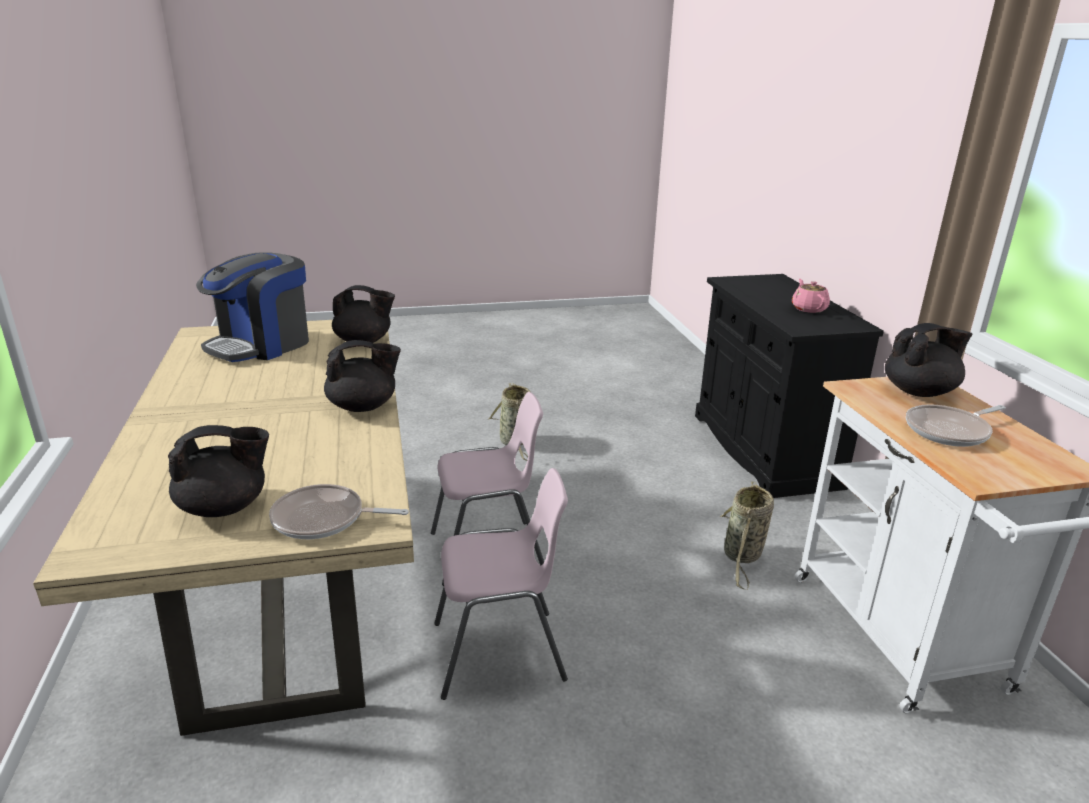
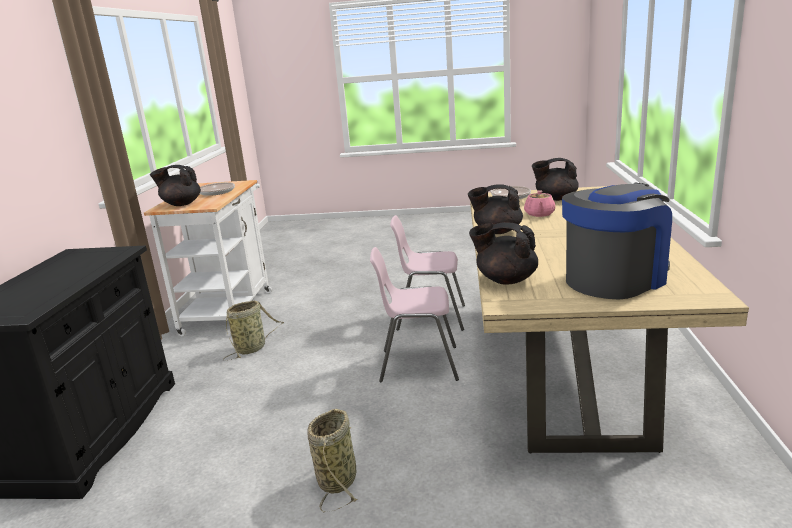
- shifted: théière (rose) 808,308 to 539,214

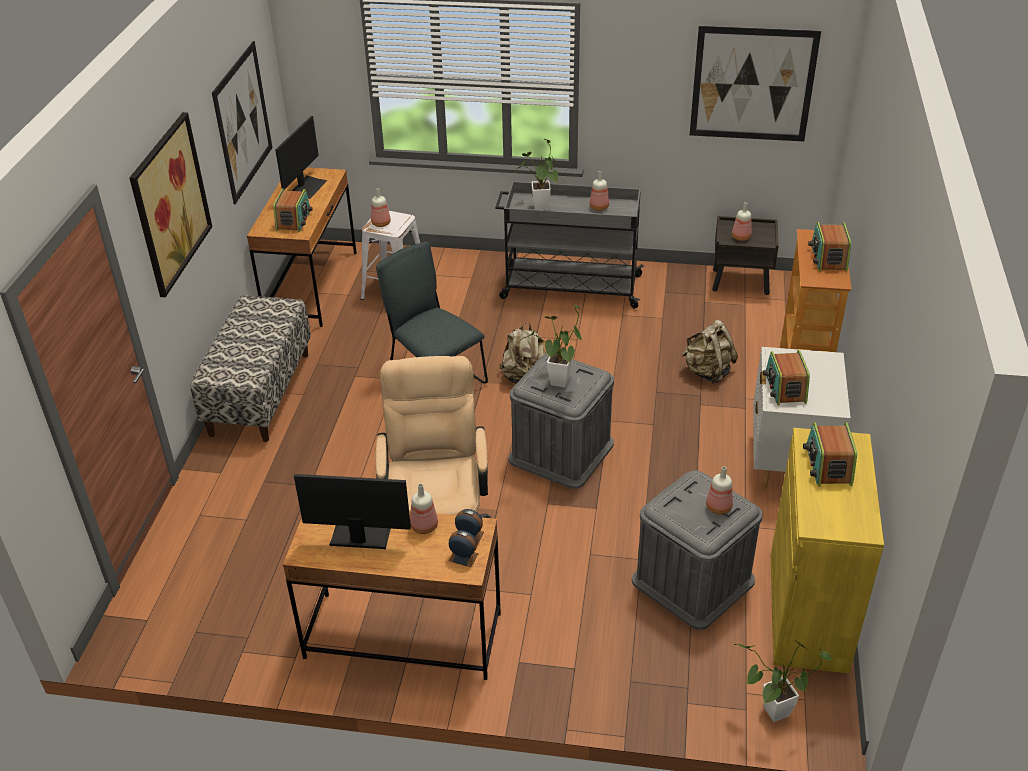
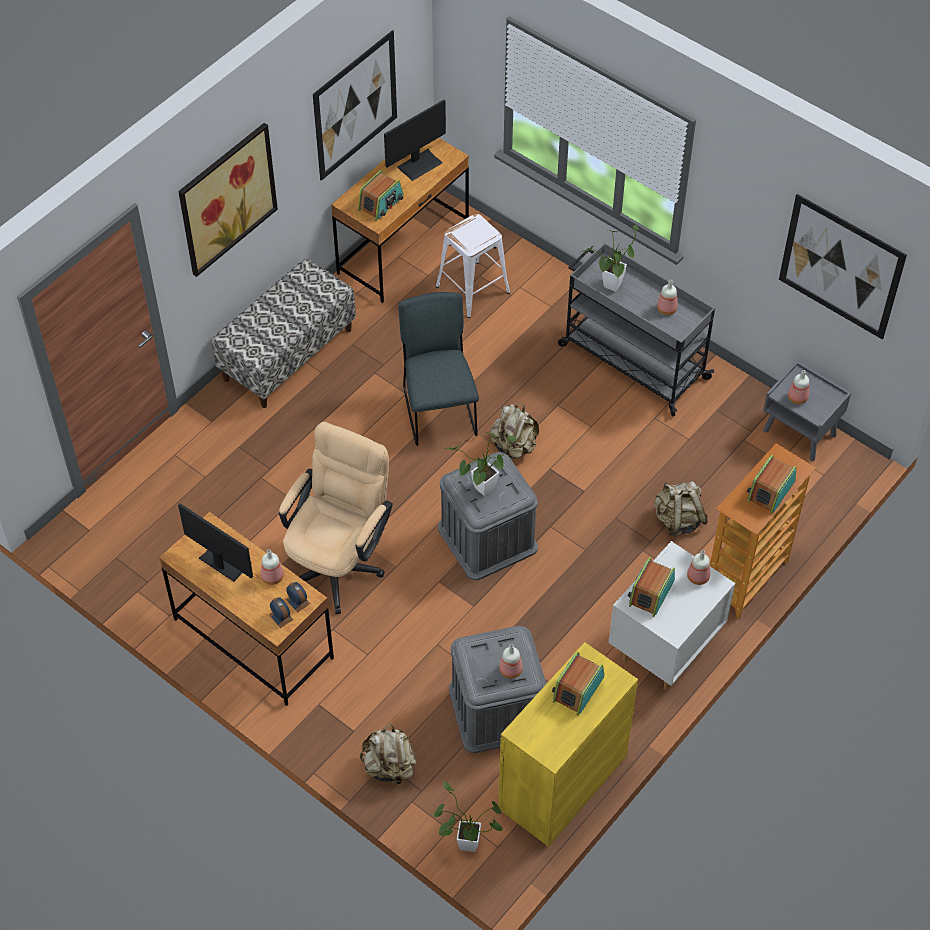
- new: sac à dos (beige) 389,767
- shifted: bouteille 380,223 to 697,576
- repainted: table de chevet (marron) 741,282 to table de chevet (gris) 800,433

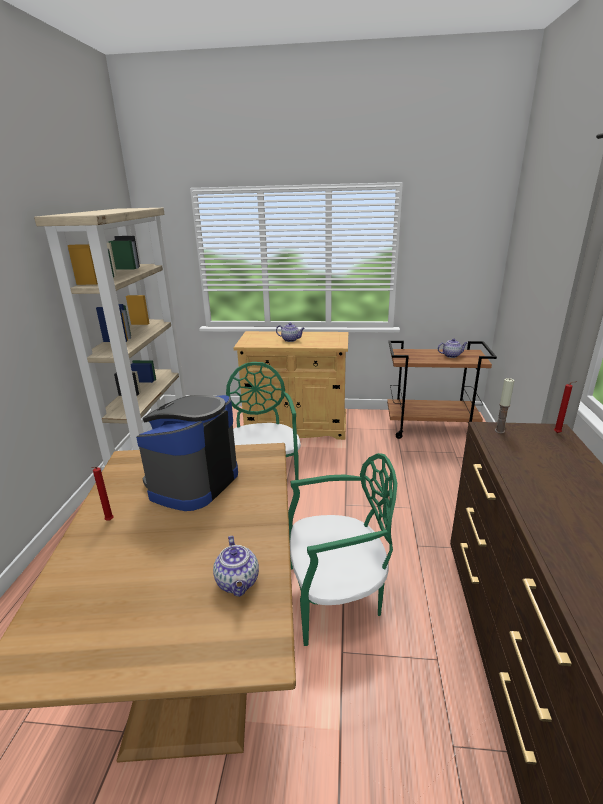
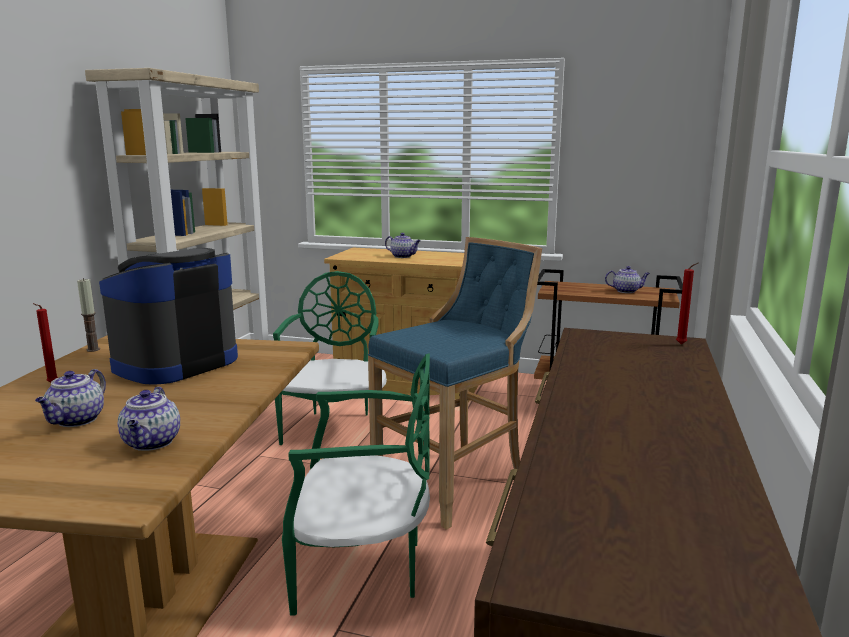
- new: théière 76,420
- new: tabouret (bleu) 455,481
- shifted: bougie 499,431 to 93,349

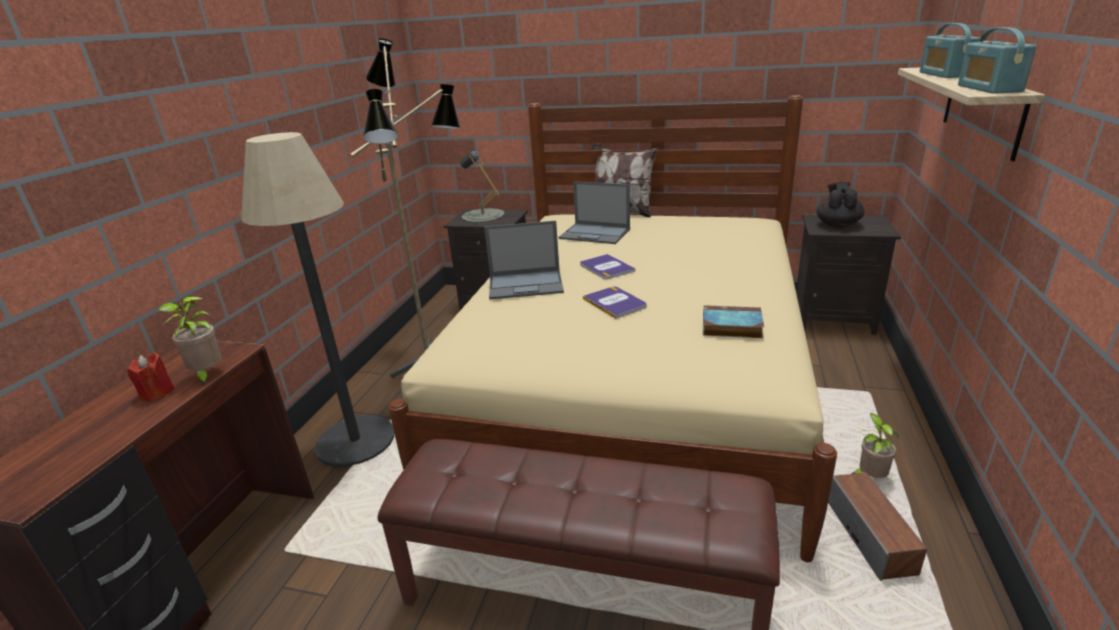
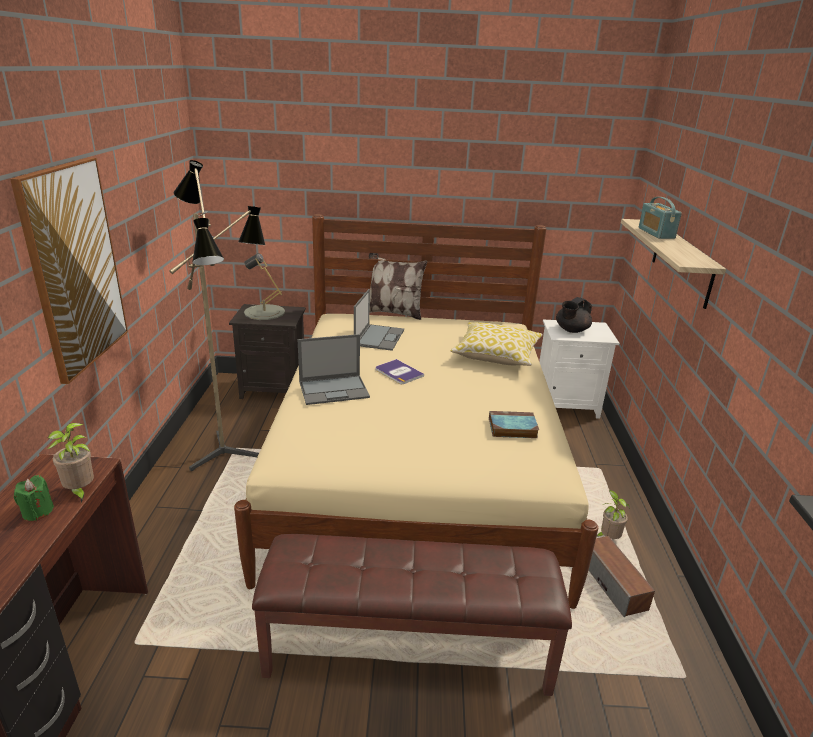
- gone: lampadaire 356,441
- gone: livre 615,303
- gone: radio 988,89
- new: tableau 74,268
- new: coussin 496,355
- repainted: bougie (rouge) 157,393 to bougie (vert) 37,512
- repainted: table de chevet (noir) 834,318 to table de chevet (blanc) 566,404
- rotated: ordinateur portable 595,234 = 379,337 90 degrees counterclockwise
- rotated: théière (noir) 837,224 = 571,330 135 degrees counterclockwise

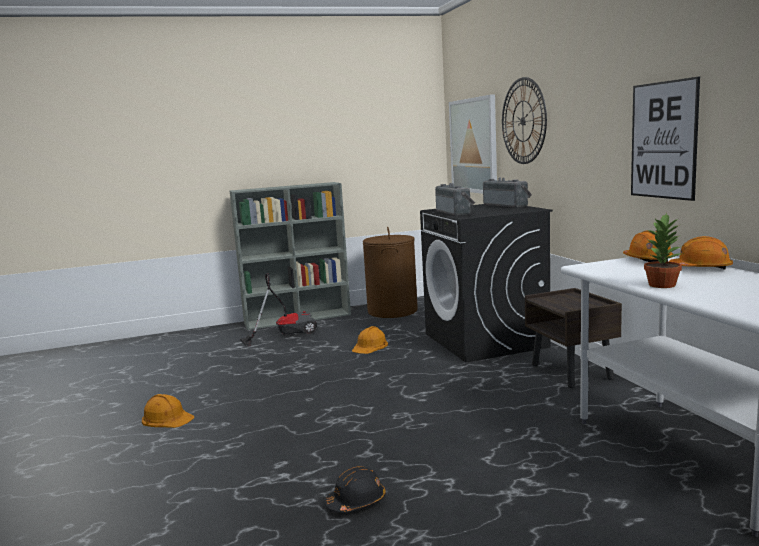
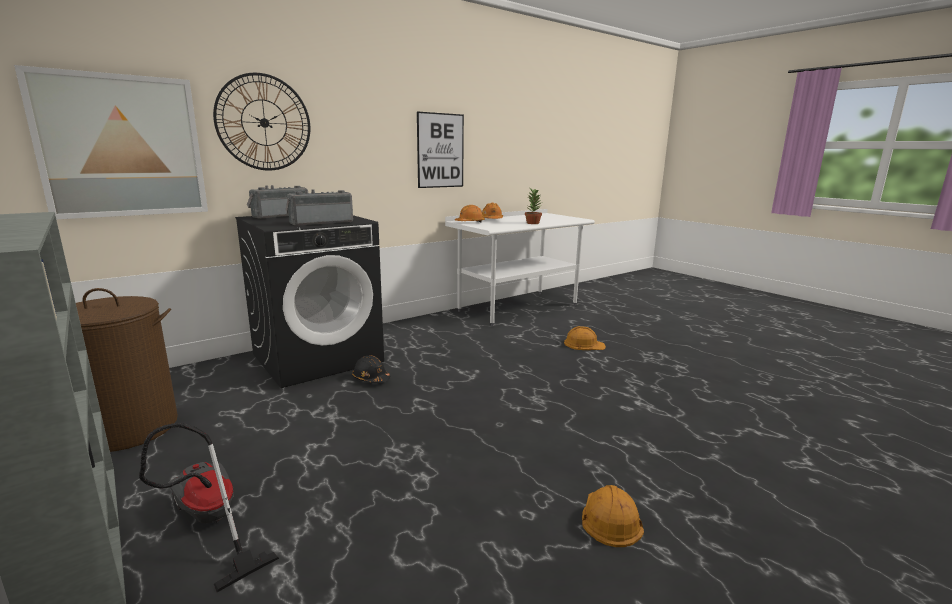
- gone: table de chevet (marron) 572,372
- shifted: casque de chantier (noir) 356,502 to 371,378
- shifted: casque de chantier (orange) 370,346 to 584,344

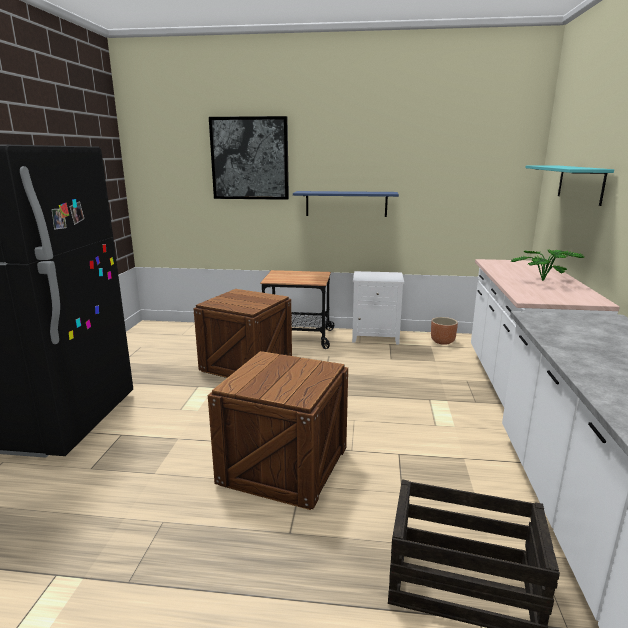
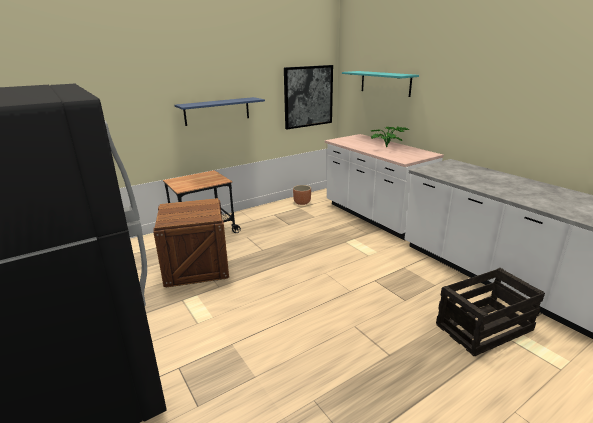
- gone: caisse 284,467
- gone: table de chevet (blanc) 376,336
- shifted: tableau 249,158 to 308,96

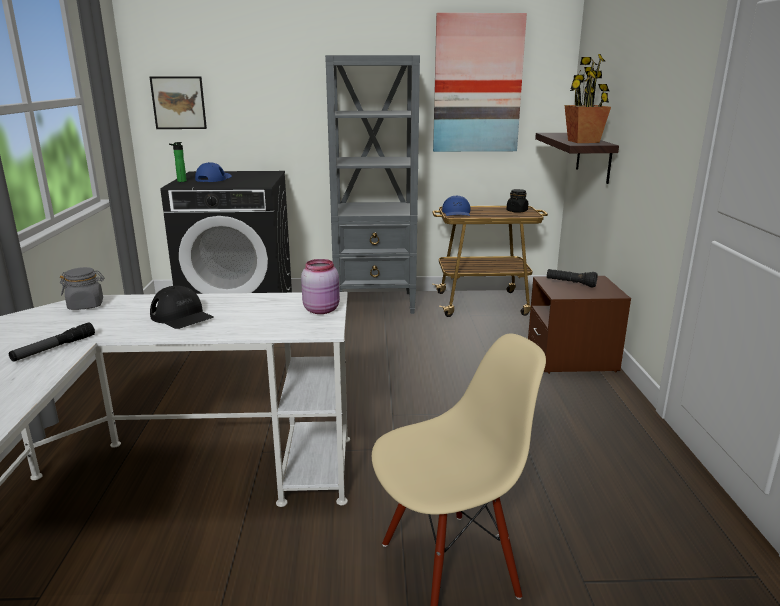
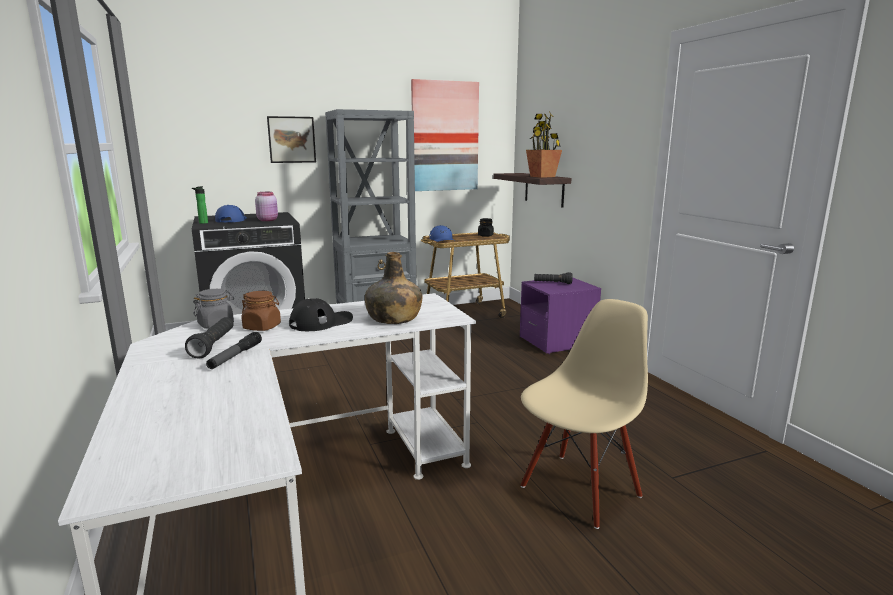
- new: lampe de poche (noir) 213,345
- new: bocal (marron) 262,327
- new: bouteille (vert) 393,318
- shifted: tableau 178,103 to 291,139
- shifted: bocal (rose) 322,309 to 268,220
- repainted: table de chevet (marron) 571,358 to table de chevet (violet) 557,341
- rotated: casquette (noir) 182,316 = 321,322 60 degrees counterclockwise

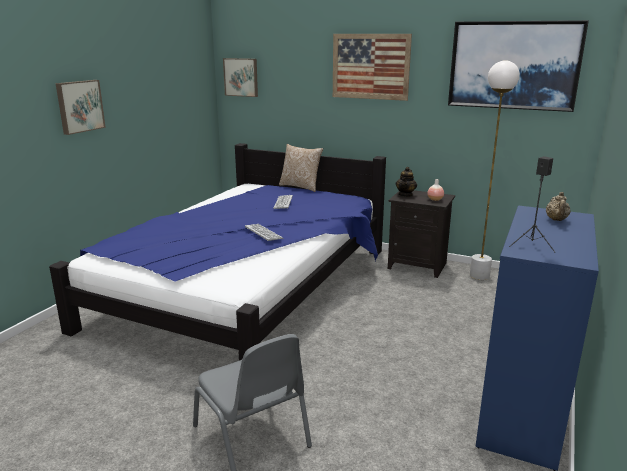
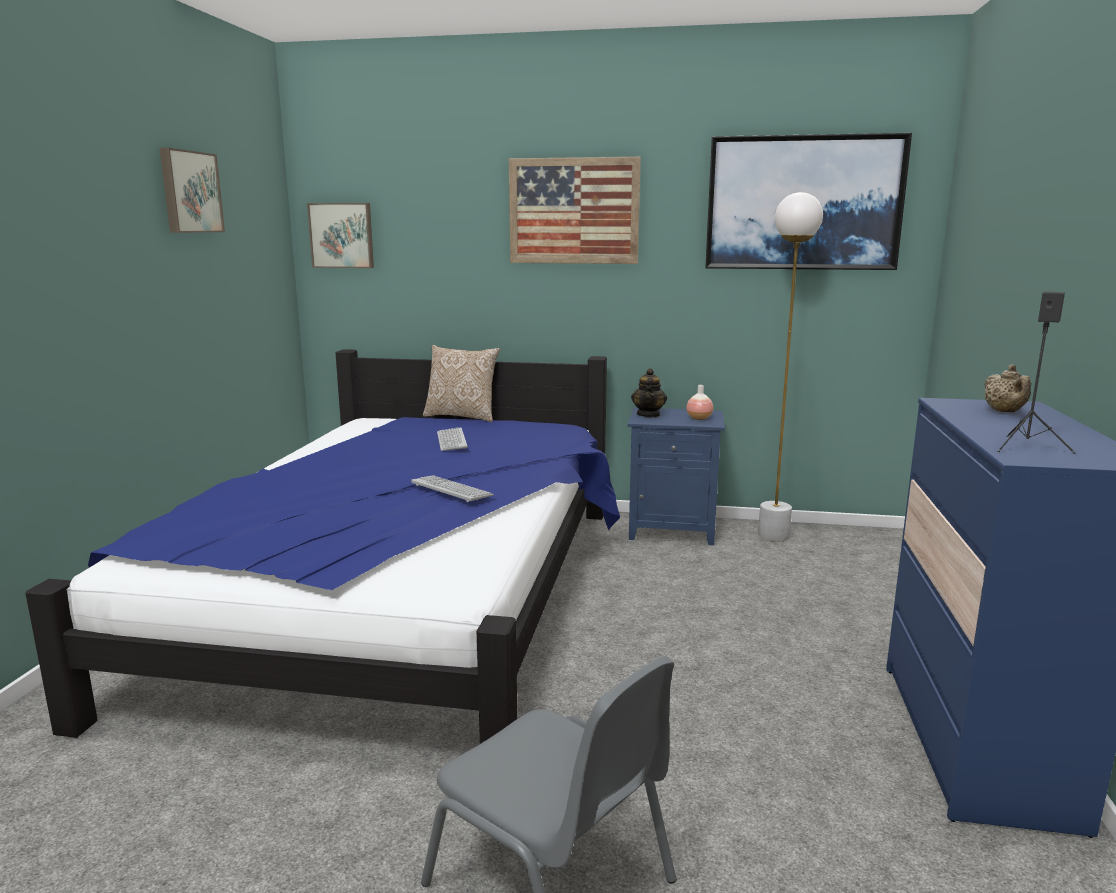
- shifted: tableau 79,106 to 189,192
- repainted: table de chevet (noir) 418,265 to table de chevet (bleu) 673,529

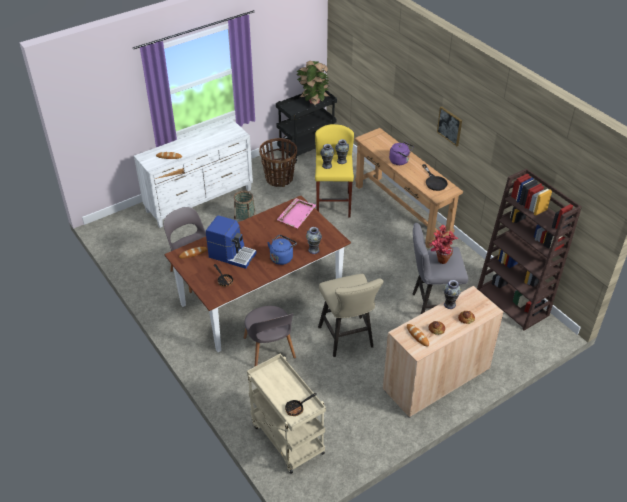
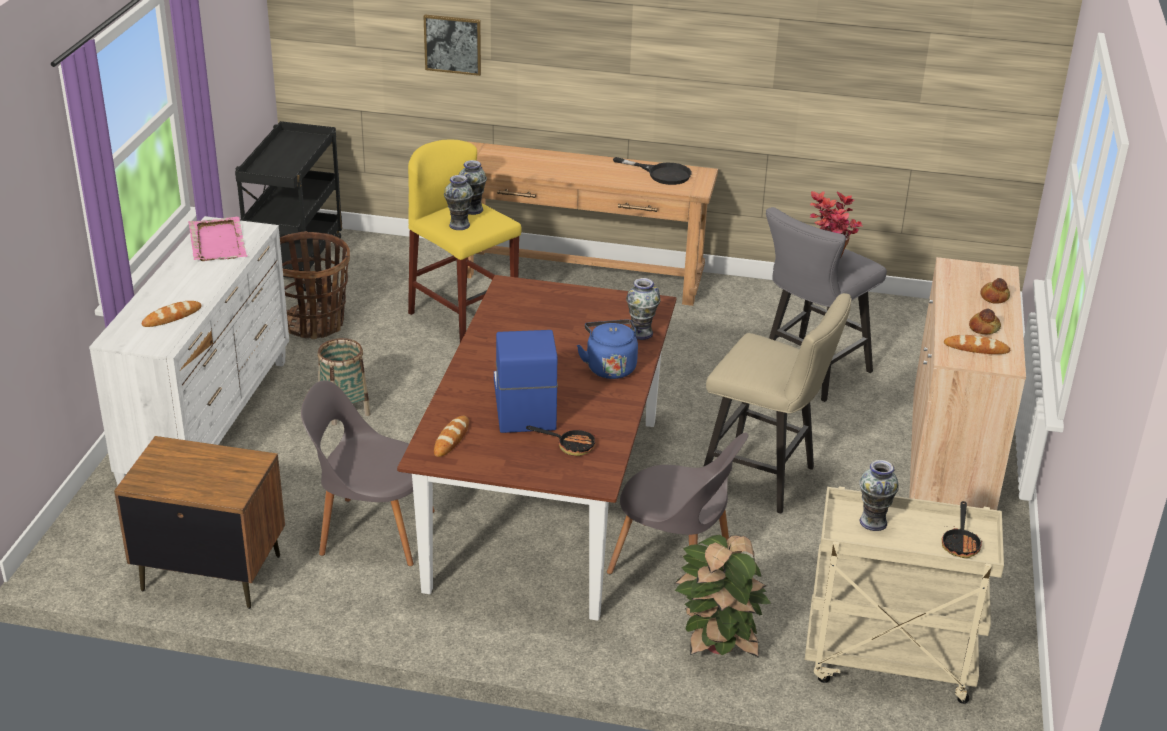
- gone: bouilloire (violet) 400,161
- gone: bibliothèque (marron) 513,302
- new: table de chevet (marron) 211,572
- shifted: plateau (rose) 297,214 to 217,242
- shifted: plante en pot 313,101 to 717,646
- shifted: tableau 450,126 to 453,44
- shifted: vase 450,304 to 873,522
- rotated: machine à café 232,255 = 522,405 75 degrees counterclockwise

